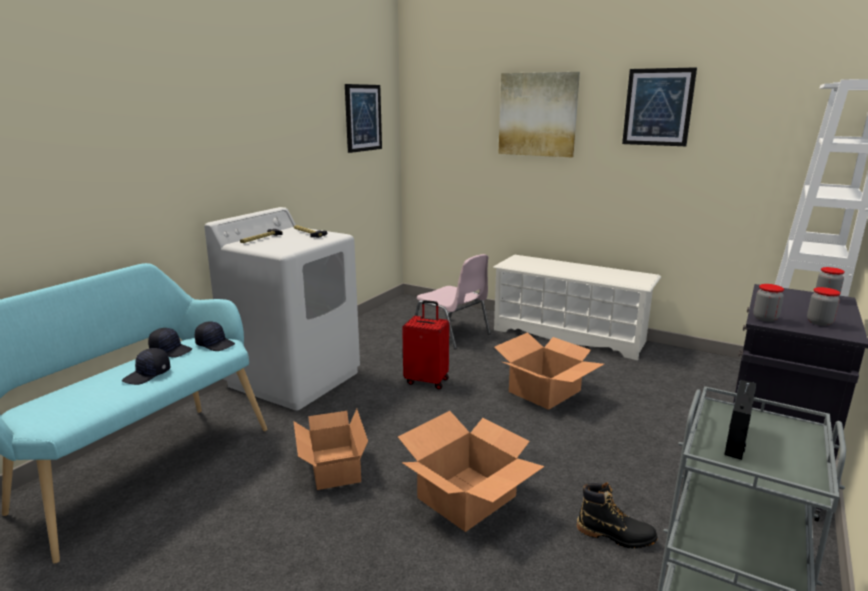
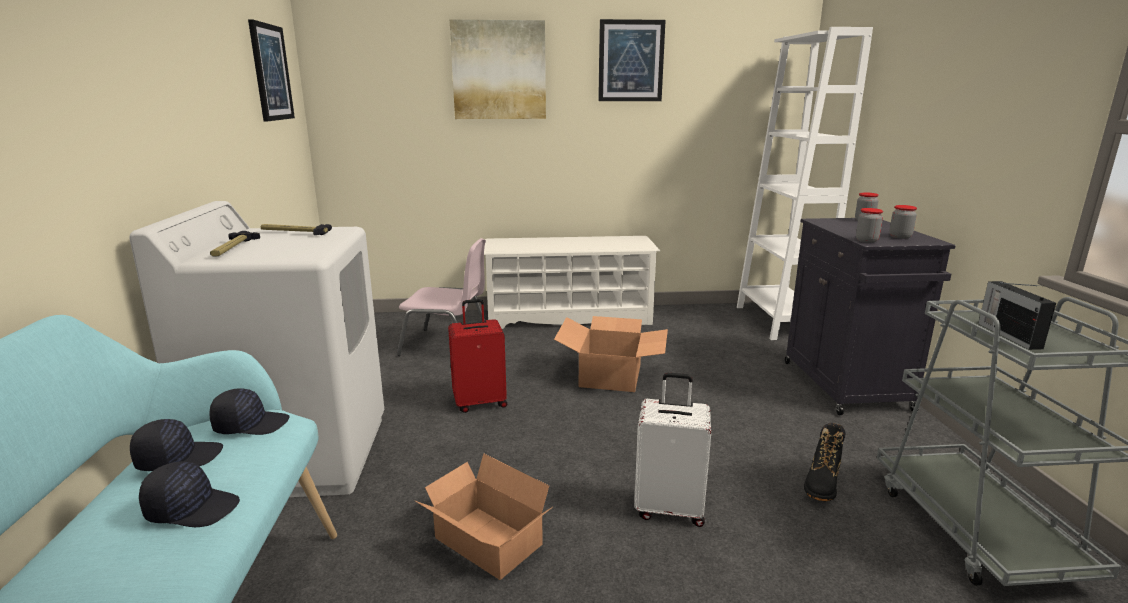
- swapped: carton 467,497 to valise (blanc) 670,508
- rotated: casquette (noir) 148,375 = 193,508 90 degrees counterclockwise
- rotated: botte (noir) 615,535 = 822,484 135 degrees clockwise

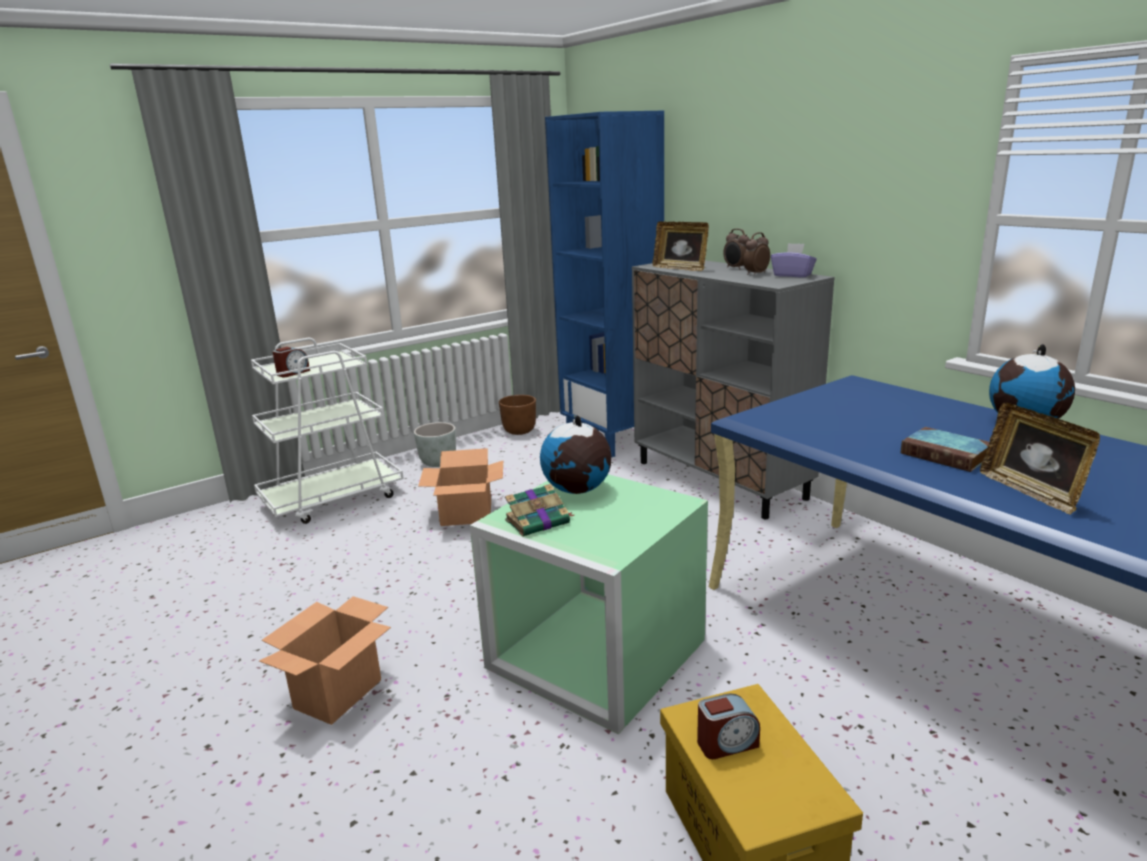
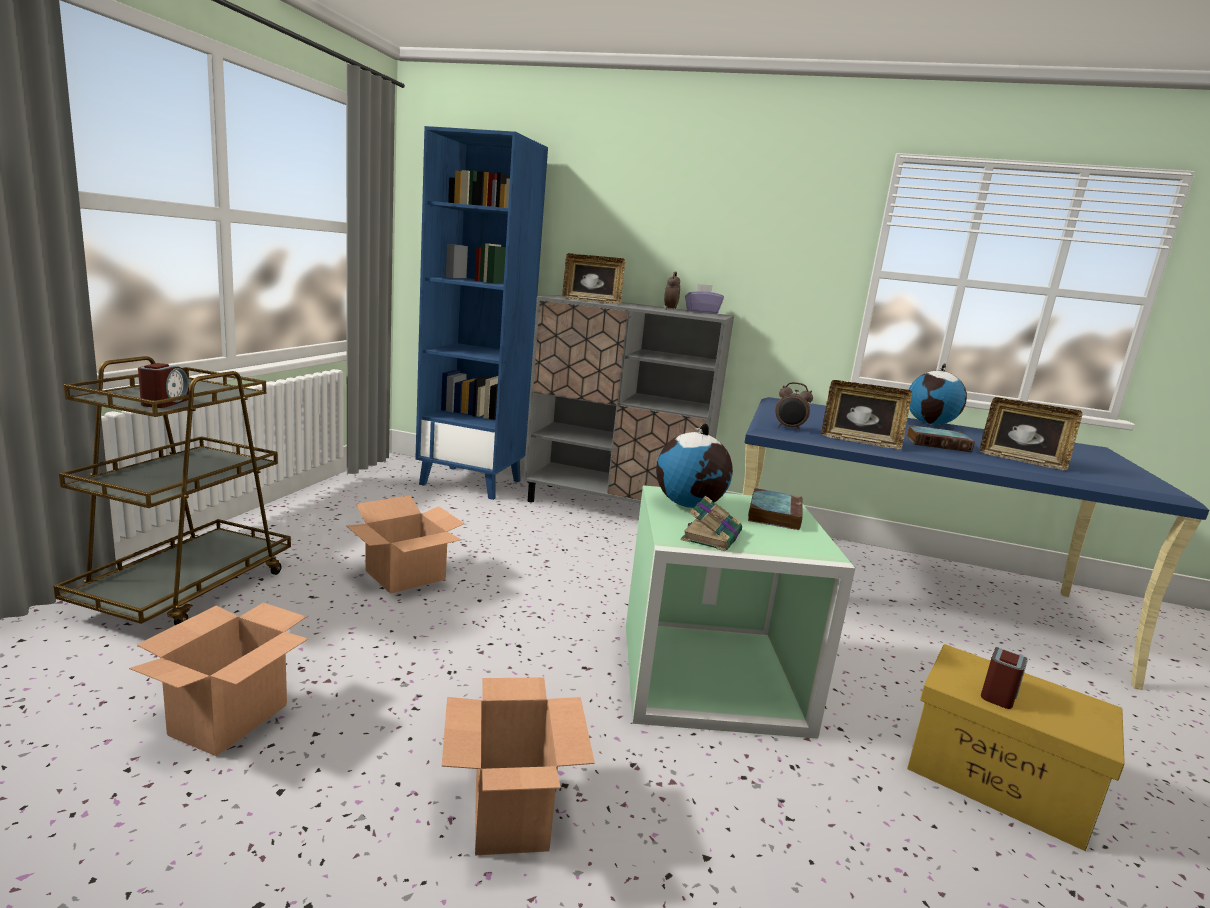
- gone: cache-pot (gris) 439,463
- gone: cache-pot (marron) 520,431
- new: carton 230,719
- new: livre 774,514
- new: cadre photo 860,441
- shifted: réveil 736,268 to 789,428
- repainted: chariot (blanc) 333,498 to chariot (marron) 187,588

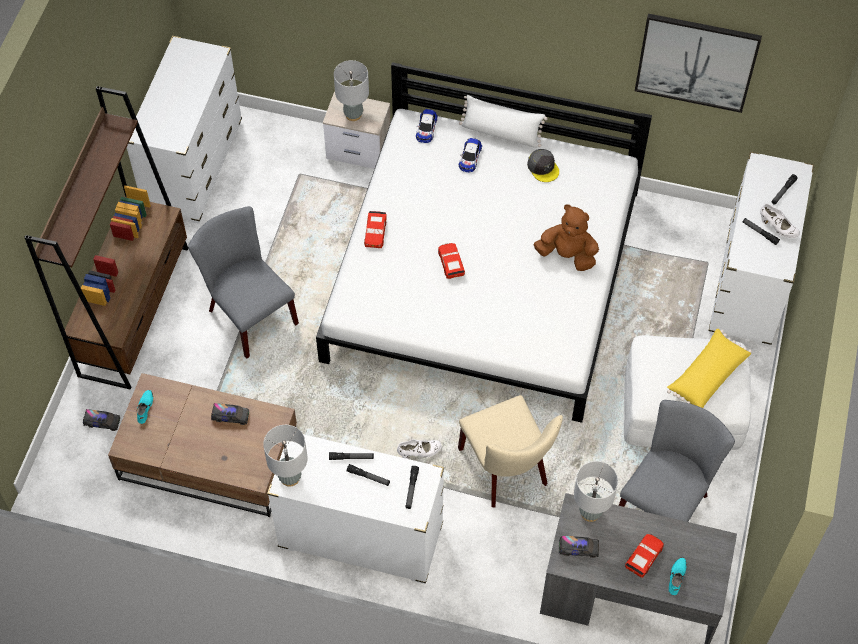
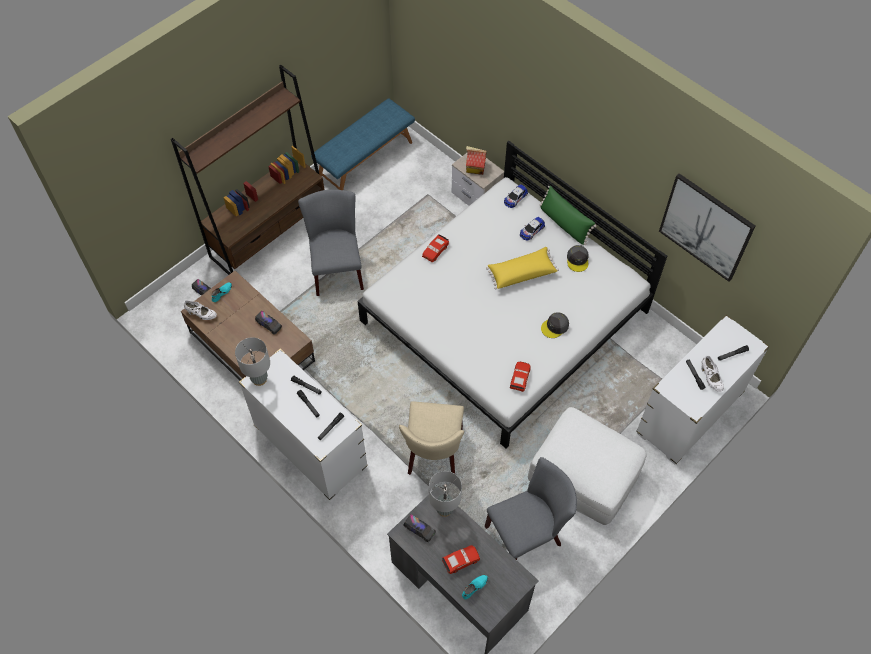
- shifted: chaussure (blanc) 419,452 to 201,314
- shifted: petite voiture (rouge) 451,263 to 520,378
- shifted: coussin (jaune) 706,376 to 521,273
- swapped: commode (blanc) 194,166 to banc (bleu) 365,160
- swapped: lampe de table (gris) 353,115 to maison miniature 475,168
- swapped: peluche (marron) 567,255 to casquette (gris) 555,327
- repainted: coussin (blanc) 501,133 to coussin (vert) 564,224

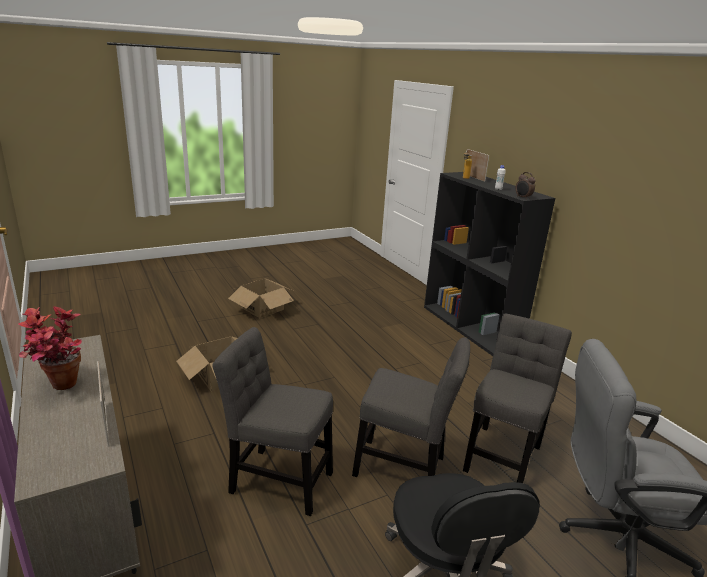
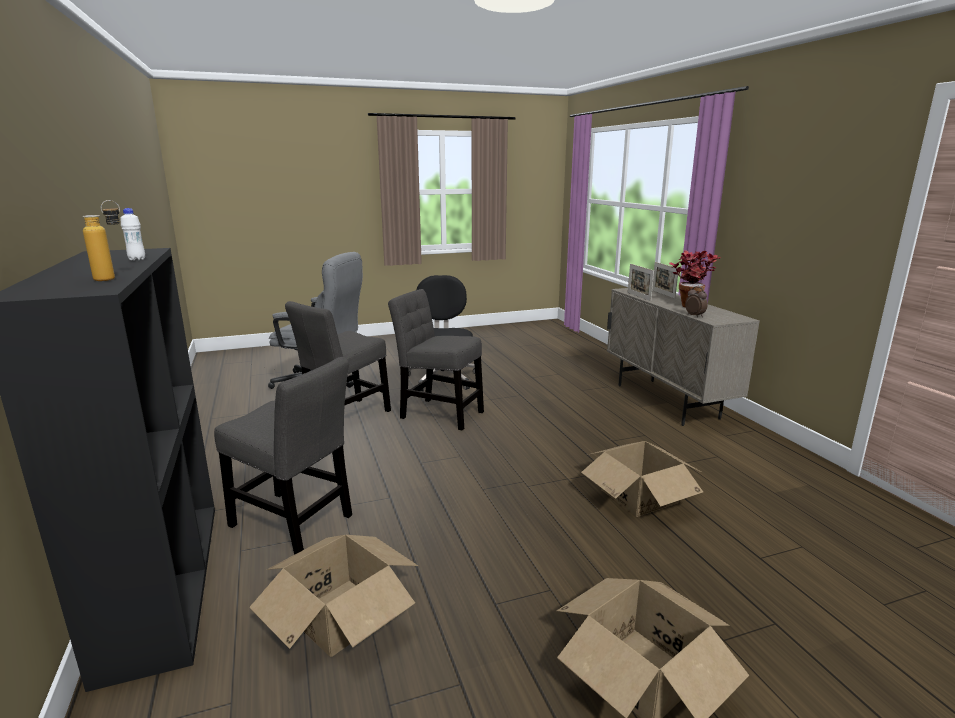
- new: carton 340,616
- shifted: chaise (gris) 277,479 to 295,523
- shifted: cadre photo 474,177 to 663,294
- shifted: réveil 523,198 to 695,316

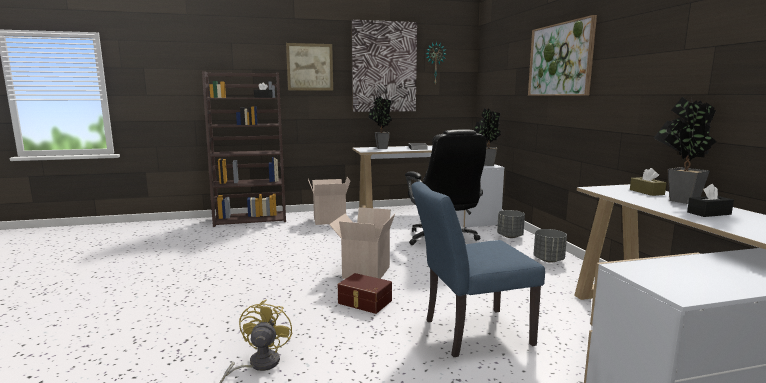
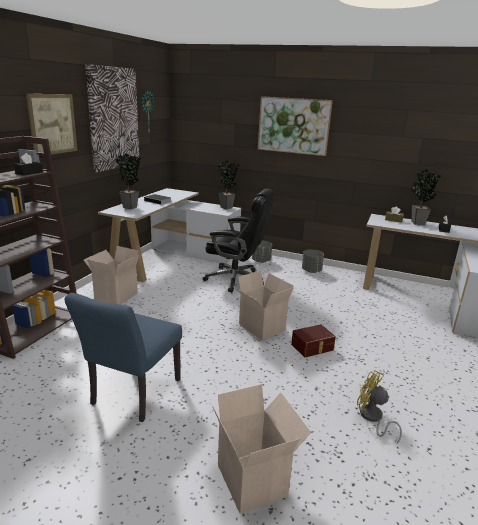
- new: carton 254,480
- shifted: chaise (bleu) 469,333 to 132,395

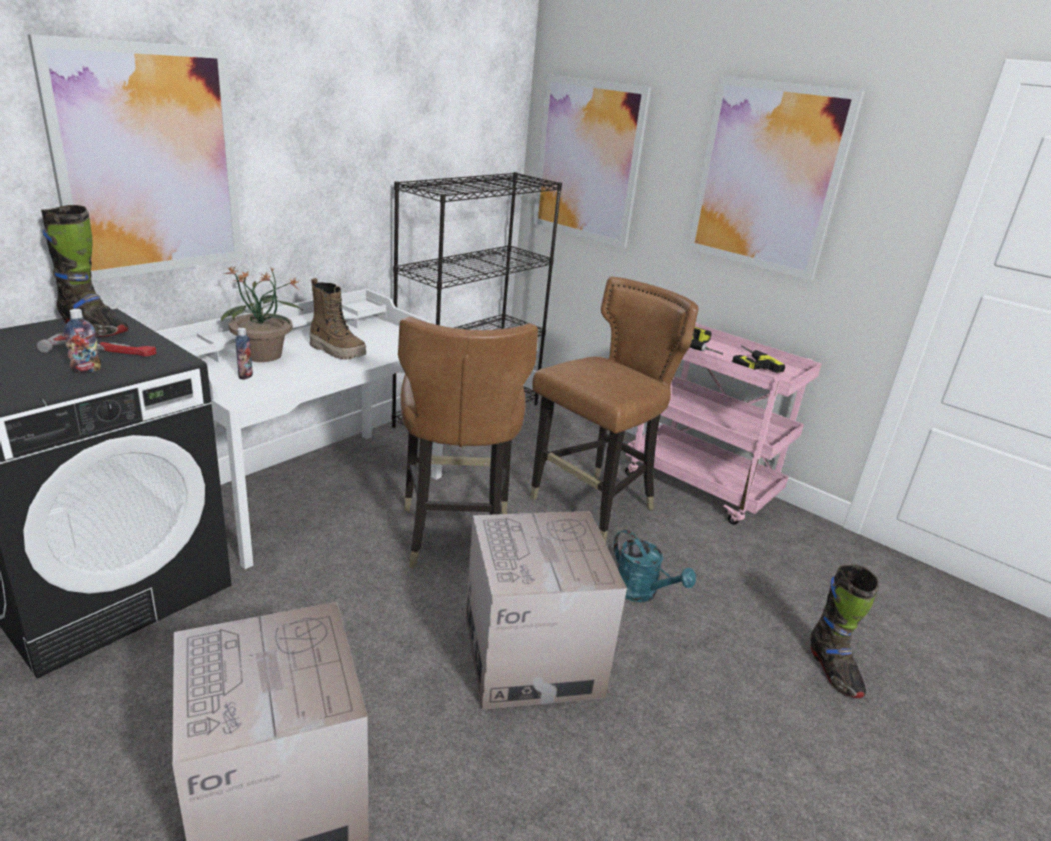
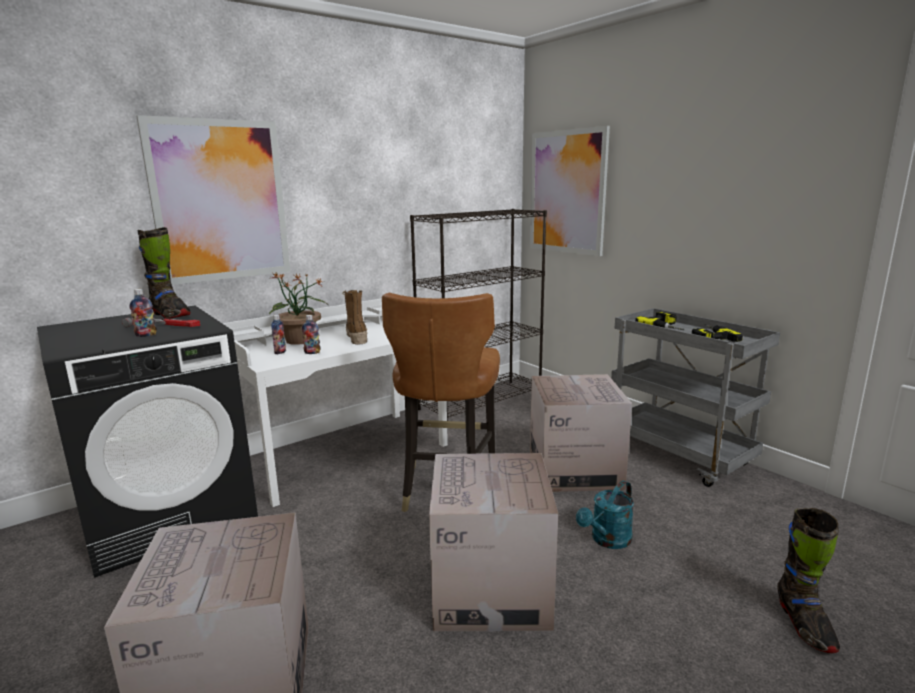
- gone: tableau 767,177
- new: bouteille 312,352
- swapped: chaise (marron) 593,507 to carton 574,470
- repainted: chariot (rose) 701,487 to chariot (gris) 680,456
- rotated: botte 337,351 = 356,337 150 degrees counterclockwise
- rotated: arrosoir (turquoise) 642,593 = 607,540 75 degrees clockwise

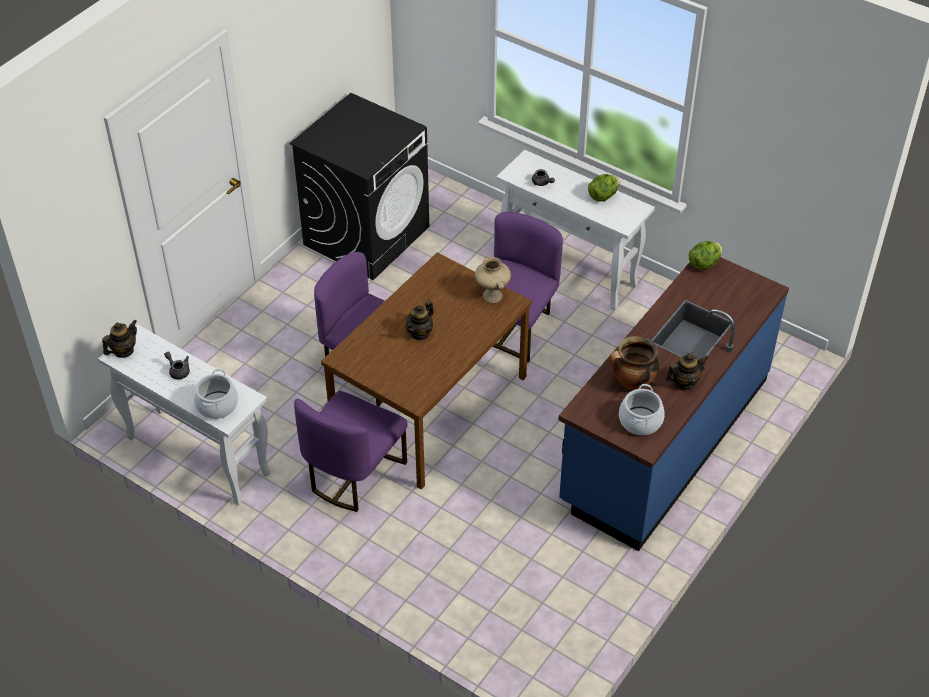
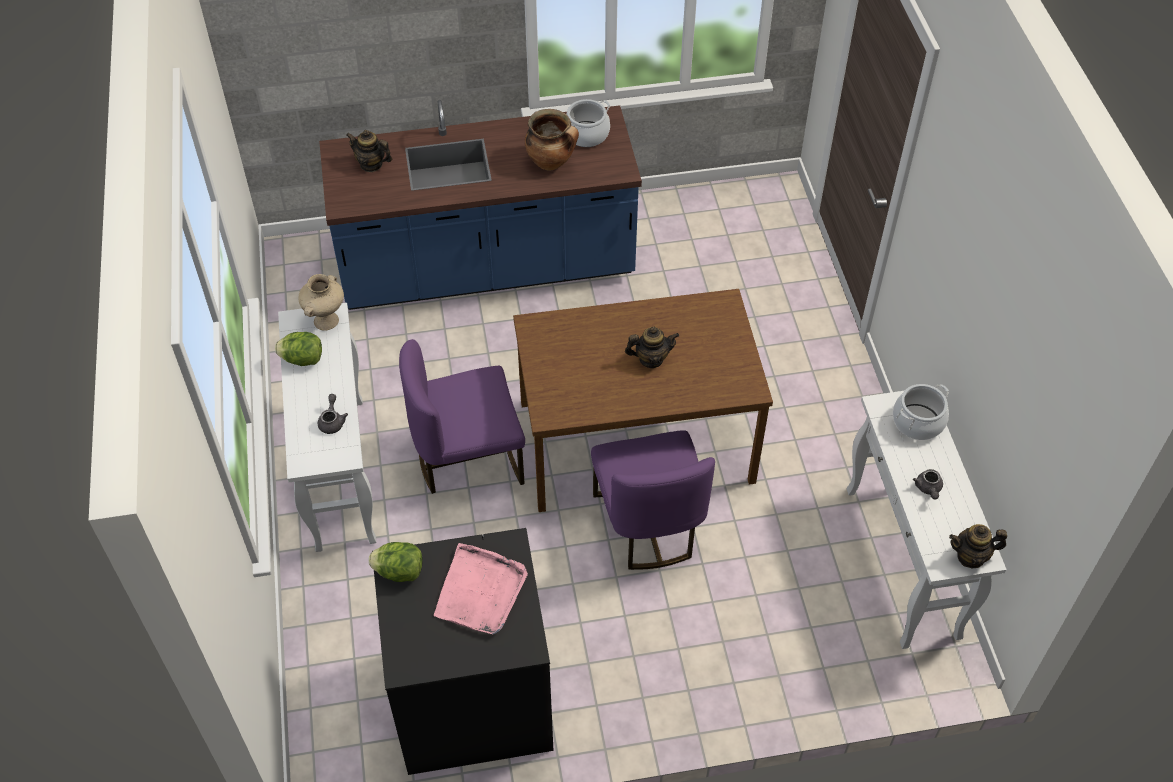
- gone: chaise (violet) 354,474
- new: plateau (rose) 480,592
- shifted: vase (beige) 492,295 to 326,321
- shifted: théière 684,382 to 371,164
- shifted: laitue 704,264 to 399,571

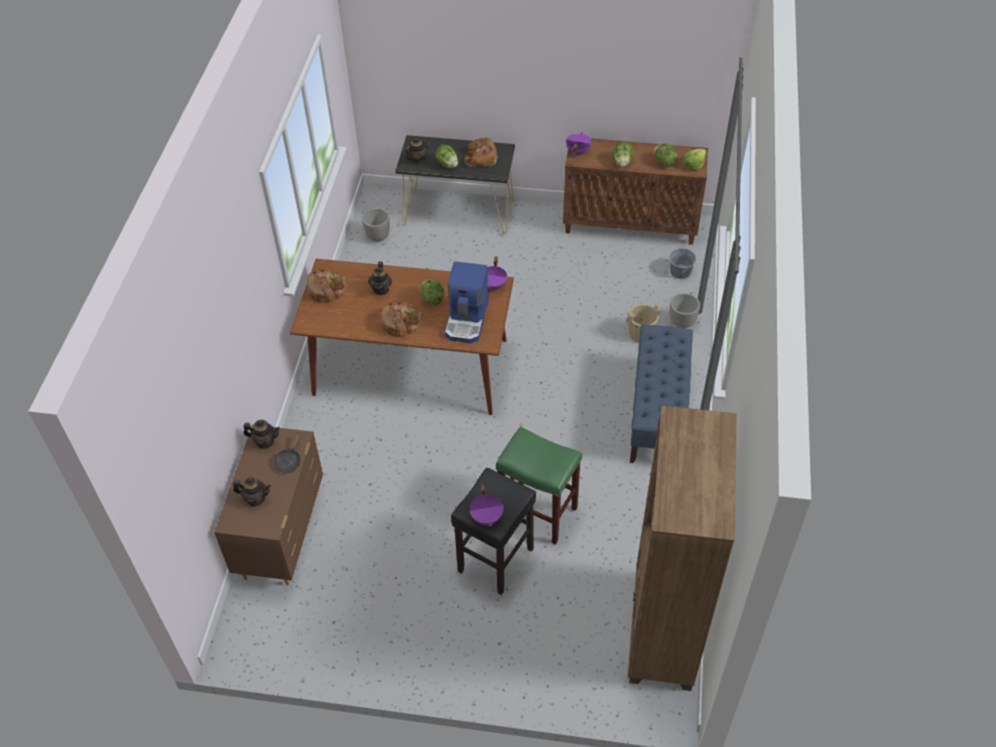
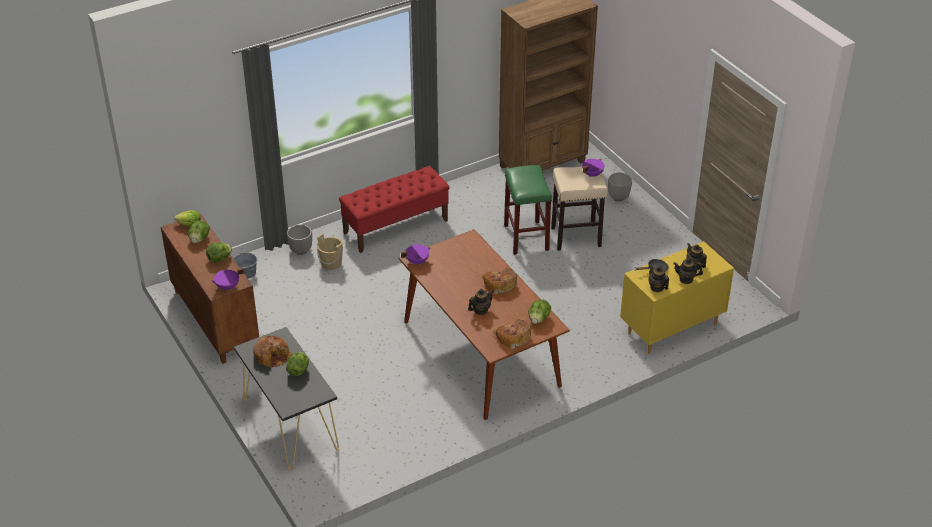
- gone: machine à café 467,319
- shifted: cache-pot 378,237 to 618,197
- shifted: théière 417,160 to 686,279
- shifted: laitue 432,298 to 538,319
- repainted: commode (marron) 282,534 to commode (jaune) 671,329
- repainted: tabouret (noir) 495,560 to tabouret (beige) 576,237
- repainted: banc (bleu) 657,414 to banc (rouge) 396,226

